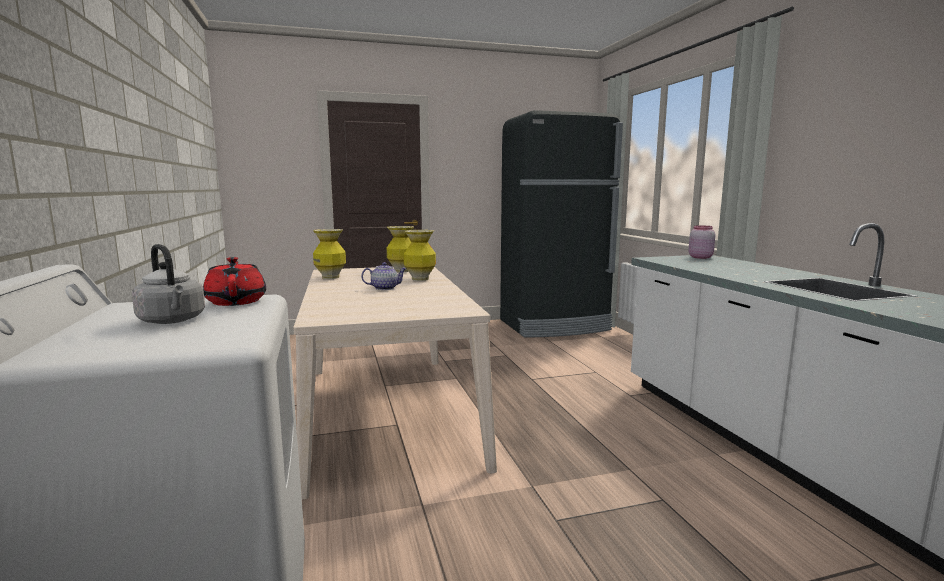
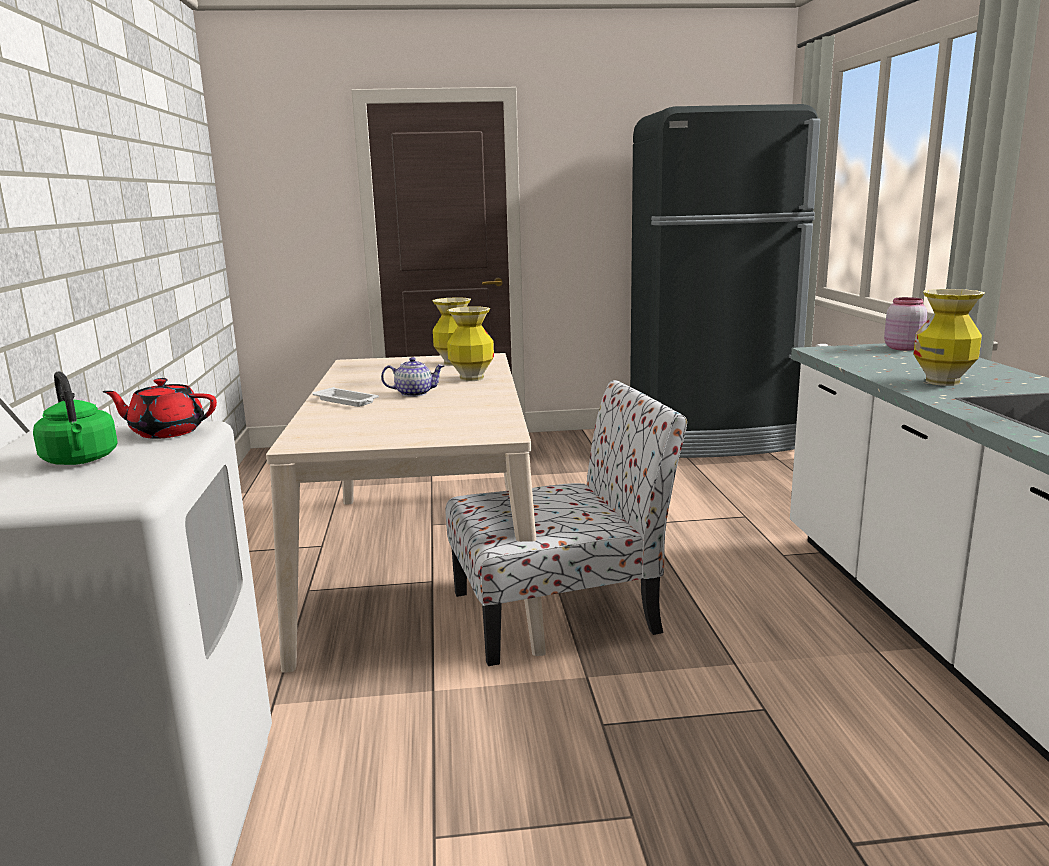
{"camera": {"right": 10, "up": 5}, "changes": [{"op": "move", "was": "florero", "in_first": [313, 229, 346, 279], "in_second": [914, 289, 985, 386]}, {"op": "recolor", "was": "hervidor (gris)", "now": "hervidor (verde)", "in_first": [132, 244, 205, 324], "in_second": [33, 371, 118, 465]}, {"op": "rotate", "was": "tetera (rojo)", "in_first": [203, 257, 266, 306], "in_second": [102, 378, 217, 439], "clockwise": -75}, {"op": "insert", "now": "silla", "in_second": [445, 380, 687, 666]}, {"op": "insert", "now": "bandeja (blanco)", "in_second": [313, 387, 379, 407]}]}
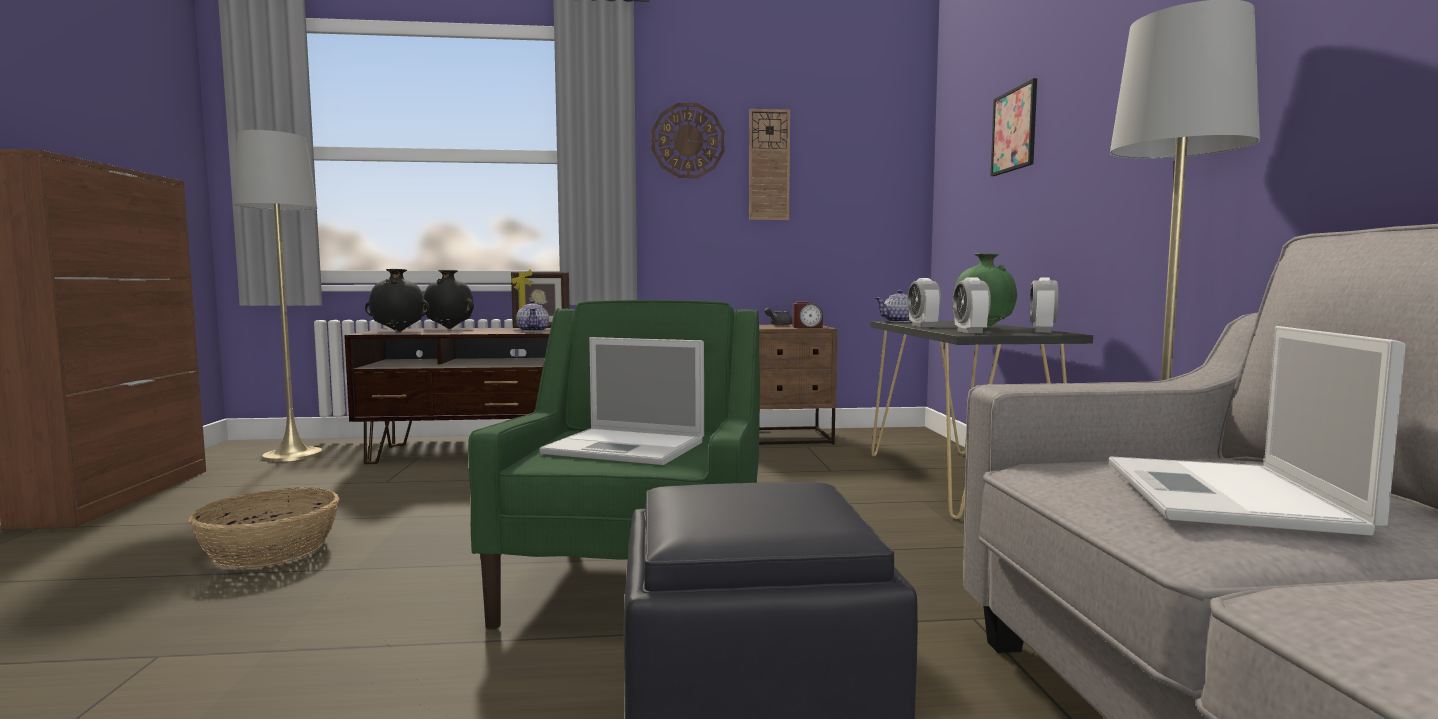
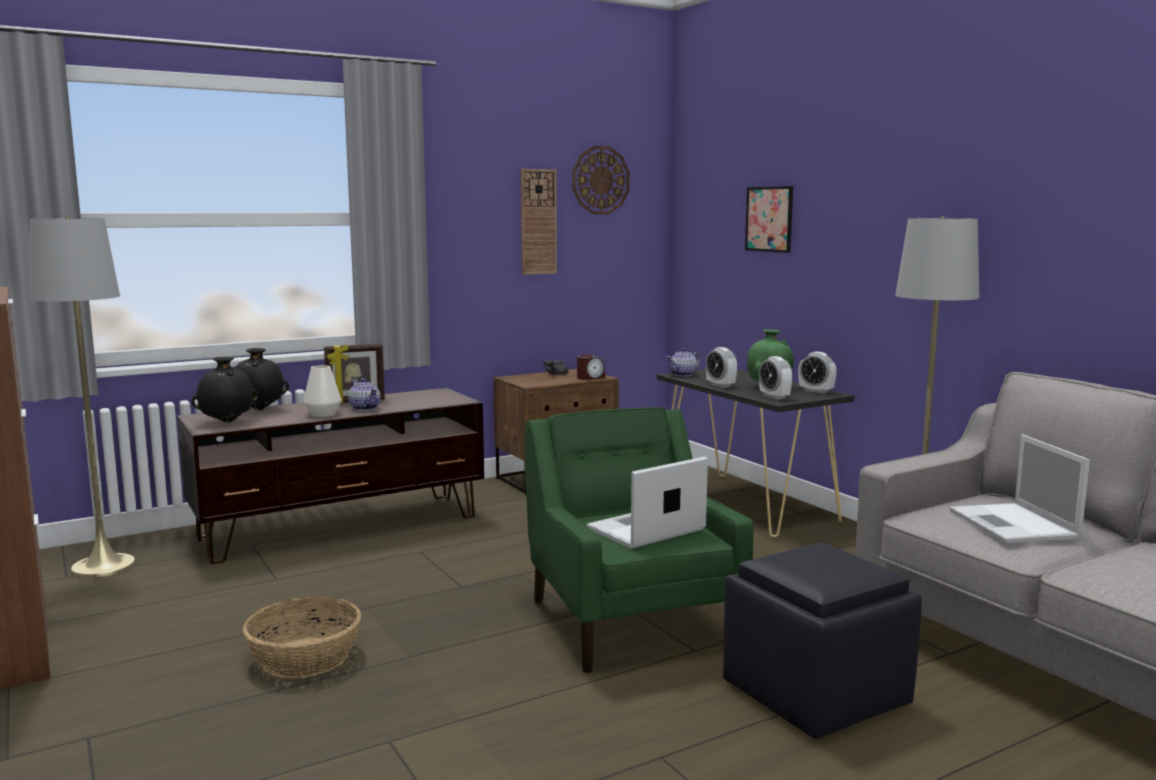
{"camera": {"right": -25, "up": 5}, "changes": [{"op": "move", "was": "reloj de pared", "in_first": [651, 103, 725, 178], "in_second": [572, 146, 630, 215]}, {"op": "rotate", "was": "despertador", "in_first": [1030, 277, 1059, 333], "in_second": [798, 352, 836, 394], "clockwise": -45}, {"op": "rotate", "was": "portátil", "in_first": [539, 337, 704, 465], "in_second": [586, 457, 708, 549], "clockwise": 150}, {"op": "insert", "now": "florero (blanco)", "in_second": [303, 365, 341, 417]}]}
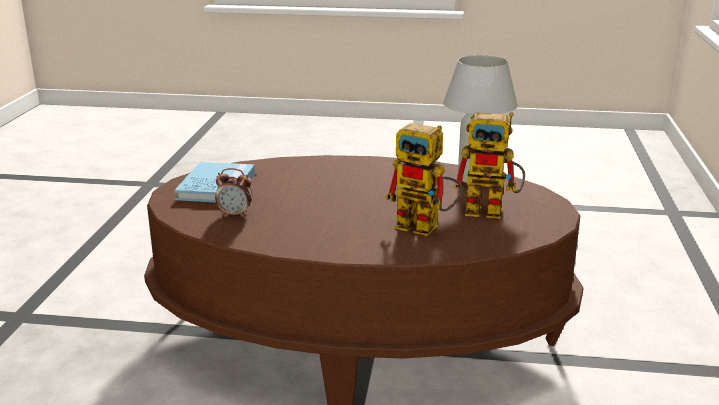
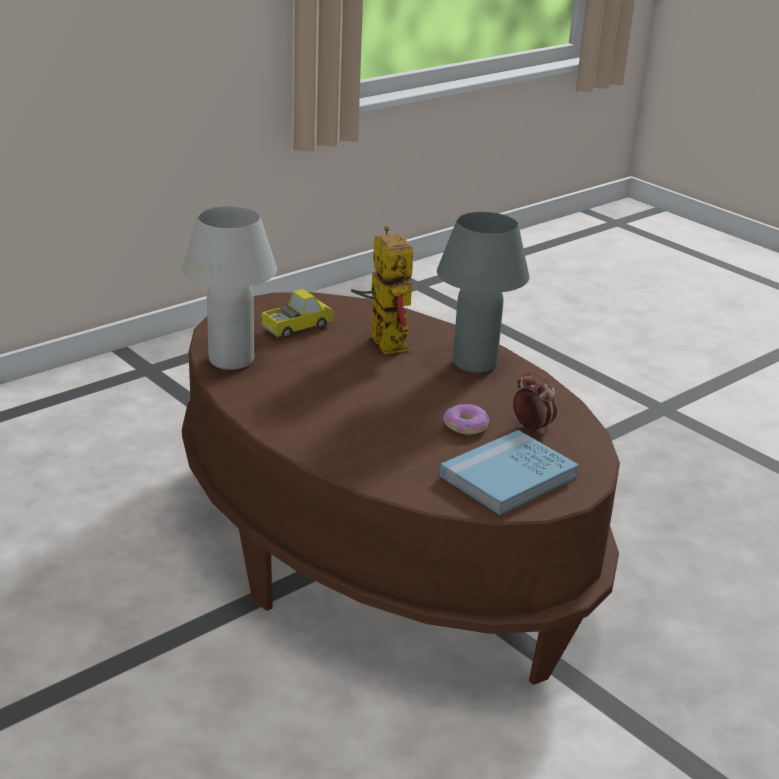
{"camera": {"right": -140, "up": 5}, "changes": [{"op": "replace", "was": "robot de juguete", "now": "camión de juguete", "in_first": [453, 112, 525, 219], "in_second": [261, 289, 334, 339]}, {"op": "insert", "now": "lámpara de mesa (gris)", "in_second": [437, 212, 529, 373]}, {"op": "insert", "now": "rosquilla", "in_second": [443, 404, 489, 435]}]}
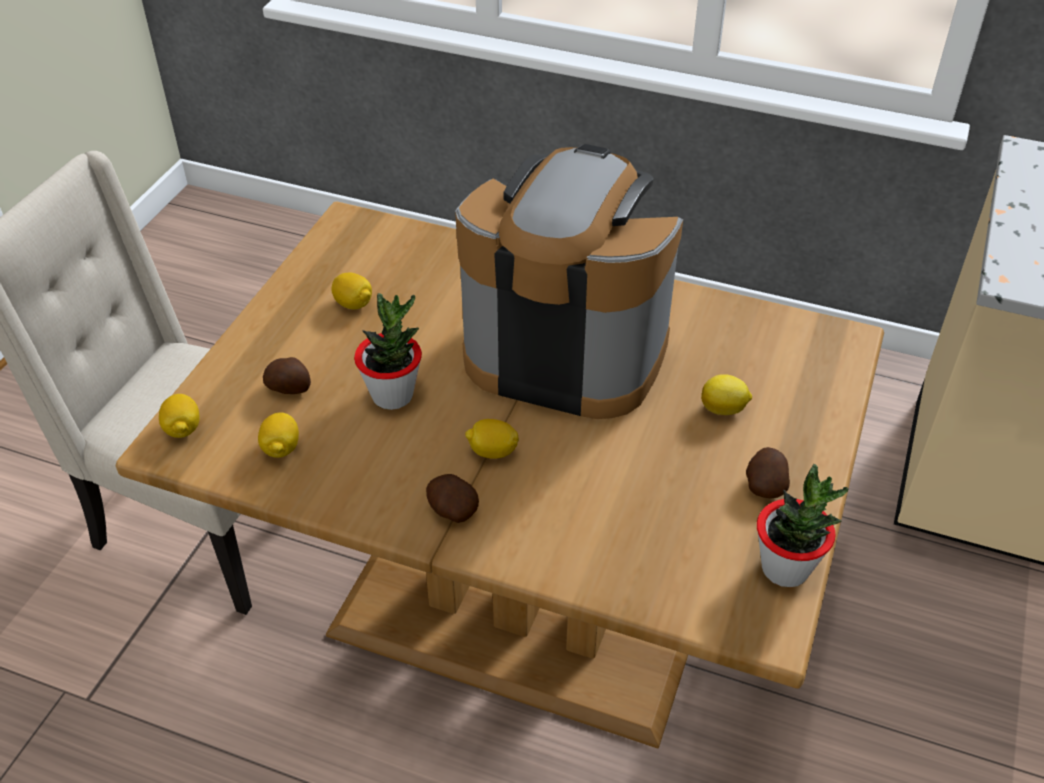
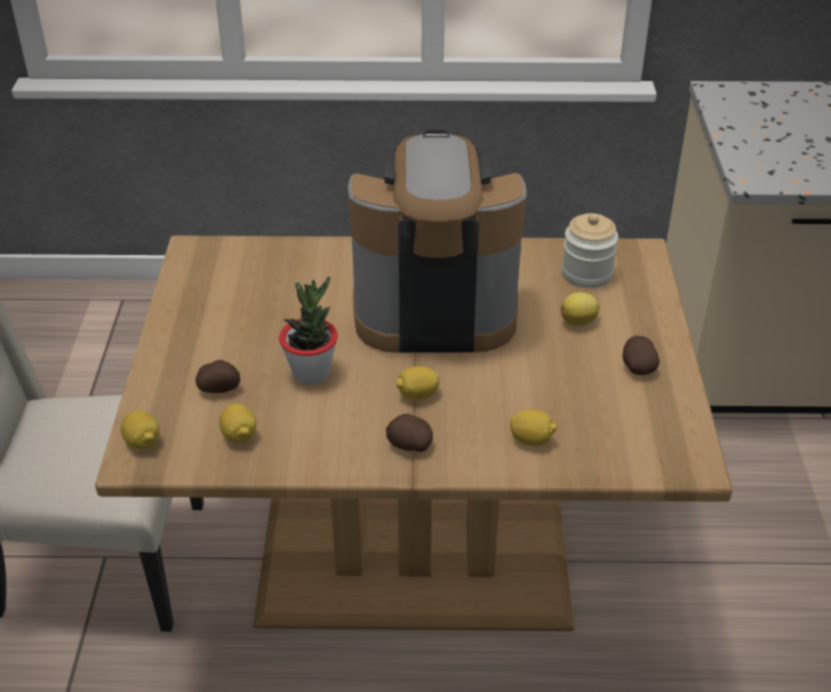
{"camera": {"right": -20, "up": -5}, "changes": [{"op": "move", "was": "limón", "in_first": [331, 272, 372, 309], "in_second": [510, 410, 557, 446]}, {"op": "delete", "was": "planta en maceta", "in_first": [757, 464, 848, 587]}, {"op": "insert", "now": "tarro", "in_second": [562, 213, 618, 288]}]}
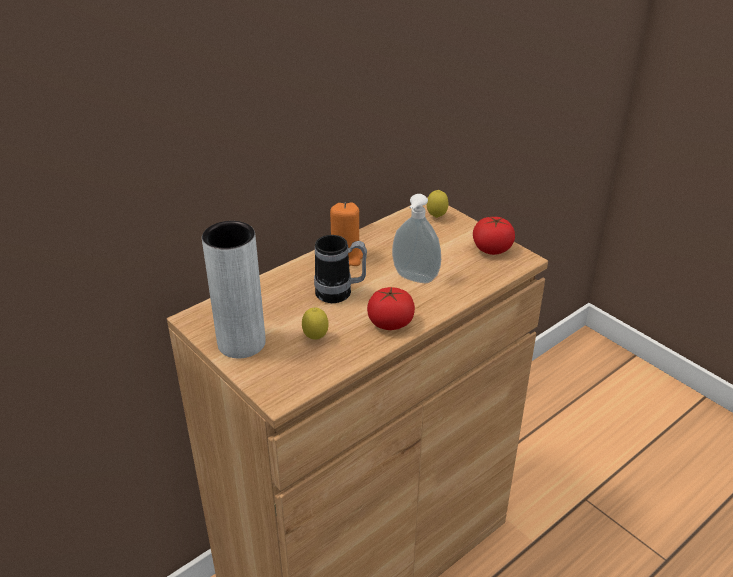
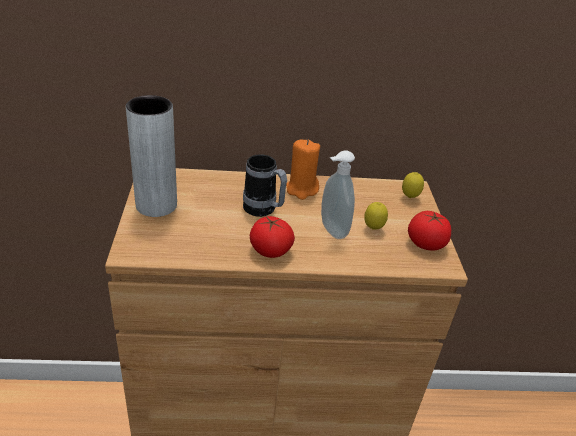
{"camera": {"right": 35, "up": 0}, "changes": [{"op": "move", "was": "limón", "in_first": [302, 308, 329, 340], "in_second": [364, 202, 388, 230]}]}
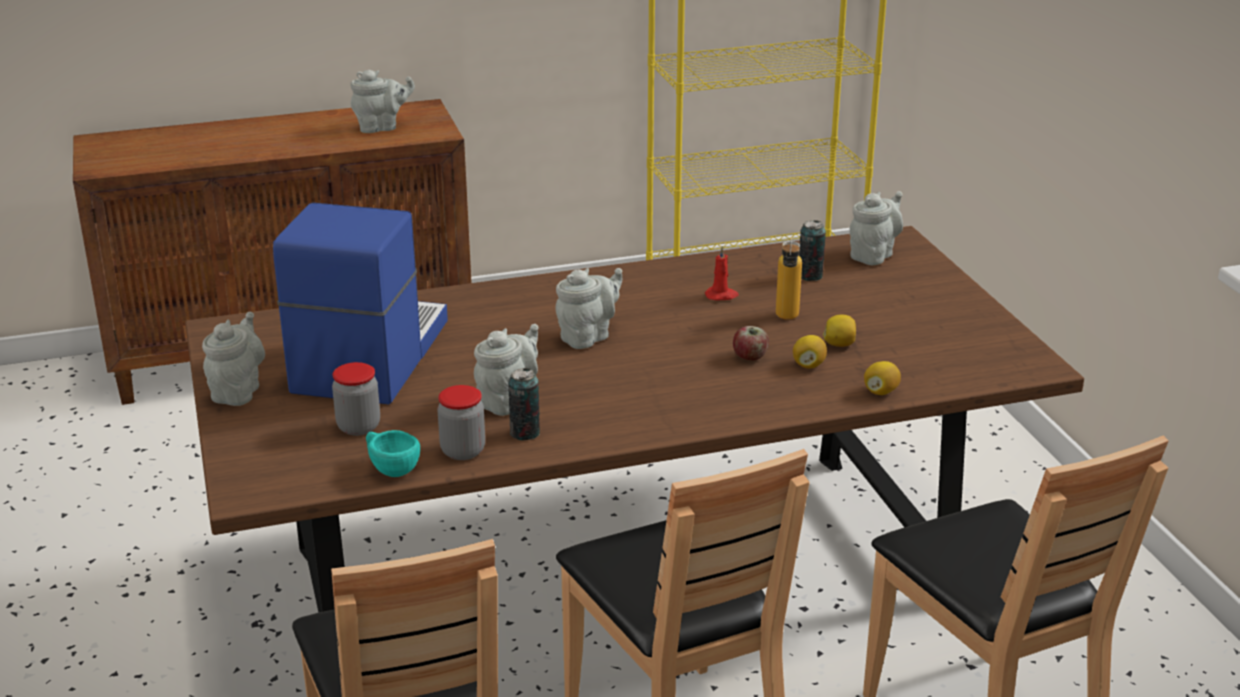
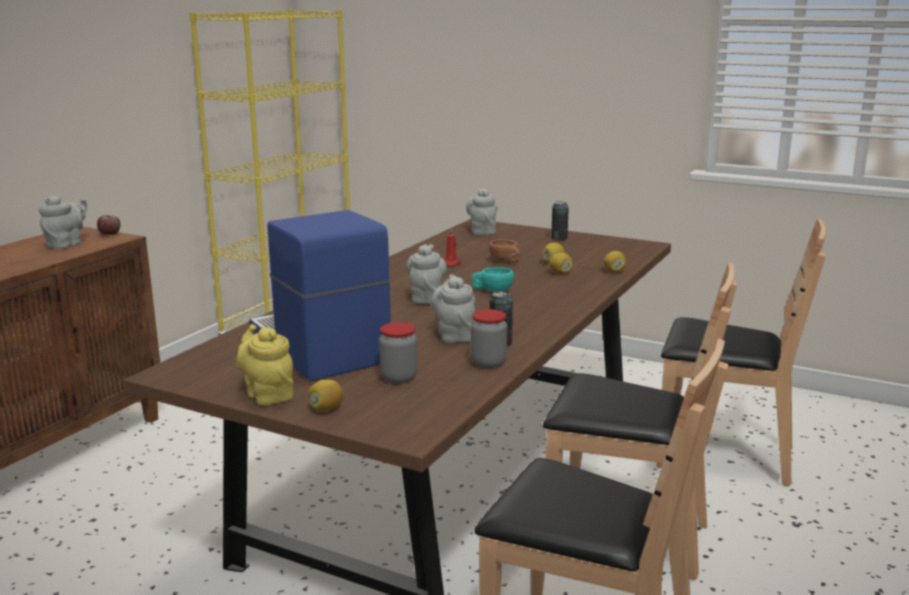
{"camera": {"right": -45, "up": -10}, "changes": [{"op": "move", "was": "lata", "in_first": [799, 220, 826, 281], "in_second": [551, 201, 569, 241]}, {"op": "replace", "was": "botella", "now": "taza (marrón)", "in_first": [776, 237, 802, 320], "in_second": [489, 239, 520, 263]}, {"op": "recolor", "was": "tetera (gris)", "now": "tetera (amarillo)", "in_first": [202, 312, 265, 406], "in_second": [236, 324, 294, 406]}, {"op": "move", "was": "manzana", "in_first": [733, 326, 769, 360], "in_second": [97, 215, 120, 235]}, {"op": "move", "was": "taza (turquesa)", "in_first": [366, 430, 420, 477], "in_second": [472, 267, 514, 292]}, {"op": "insert", "now": "limón", "in_second": [308, 380, 344, 412]}]}
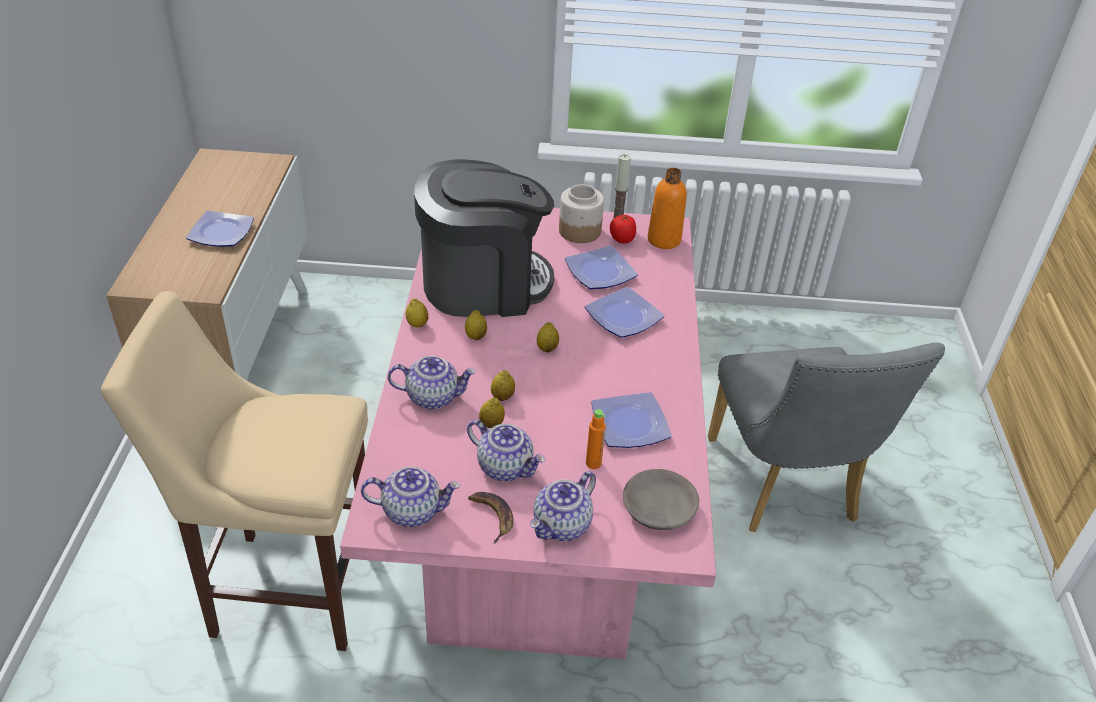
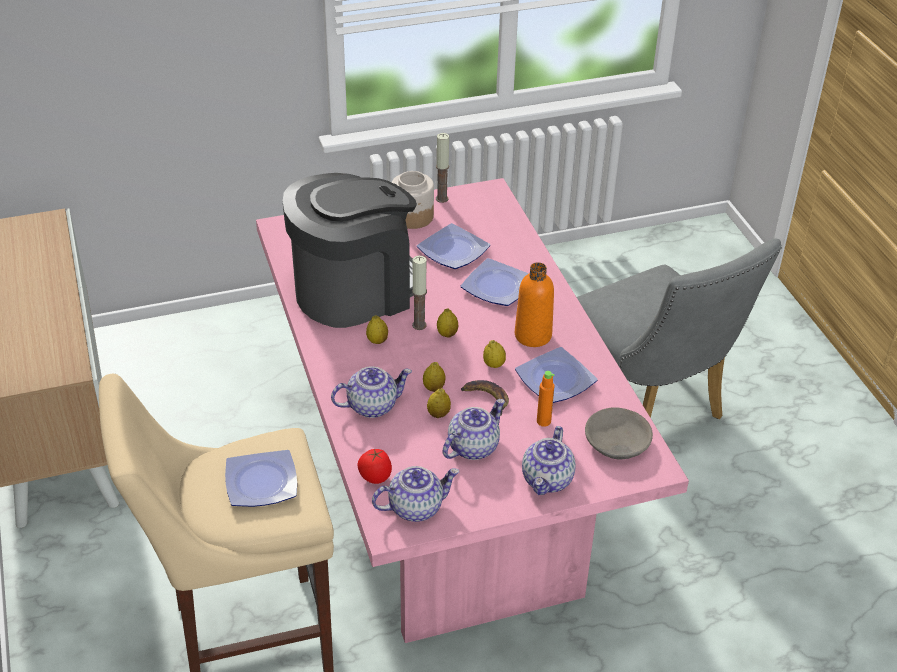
{"camera": {"right": -20, "up": 0}, "changes": [{"op": "move", "was": "botella (naranja)", "in_first": [648, 168, 687, 249], "in_second": [515, 262, 554, 347]}, {"op": "move", "was": "plato", "in_first": [186, 211, 254, 247], "in_second": [225, 450, 297, 507]}, {"op": "move", "was": "tomate", "in_first": [610, 215, 636, 244], "in_second": [357, 449, 392, 484]}, {"op": "move", "was": "limón", "in_first": [406, 299, 428, 327], "in_second": [483, 340, 506, 368]}, {"op": "rotate", "was": "tetera", "in_first": [467, 420, 545, 481], "in_second": [443, 399, 505, 460], "clockwise": -60}, {"op": "move", "was": "plátano", "in_first": [468, 492, 513, 543], "in_second": [461, 380, 509, 416]}, {"op": "insert", "now": "vela", "in_second": [412, 256, 427, 330]}]}
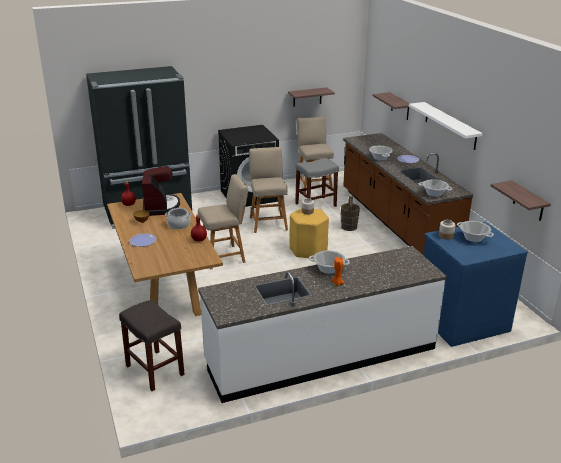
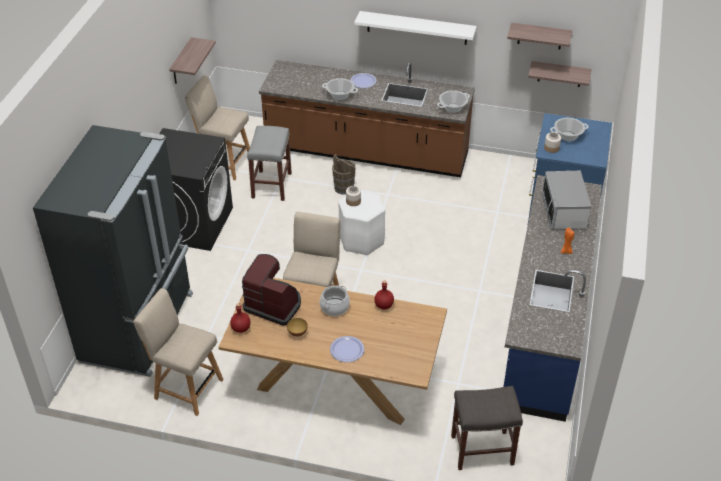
{"camera": {"right": -55, "up": 15}, "changes": [{"op": "move", "was": "estante", "in_first": [373, 92, 410, 120], "in_second": [507, 23, 572, 49]}, {"op": "move", "was": "silla (beis)", "in_first": [249, 147, 288, 233], "in_second": [133, 288, 224, 416]}, {"op": "recolor", "was": "taburete (amarillo)", "now": "taburete (blanco)", "in_first": [290, 208, 329, 259], "in_second": [338, 191, 385, 255]}, {"op": "recolor", "was": "mueble bajo de cocina (blanco)", "now": "mueble bajo de cocina (azul)", "in_first": [198, 246, 447, 403], "in_second": [504, 175, 602, 422]}, {"op": "delete", "was": "olla", "in_first": [309, 250, 350, 274]}, {"op": "insert", "now": "microondas", "in_second": [542, 171, 591, 229]}]}
